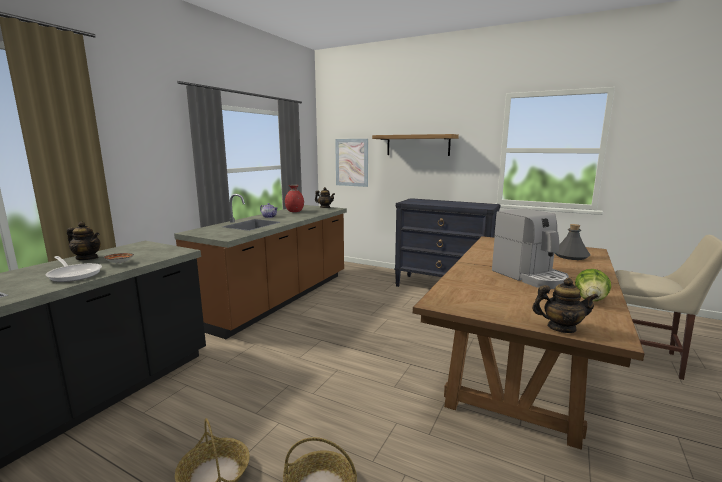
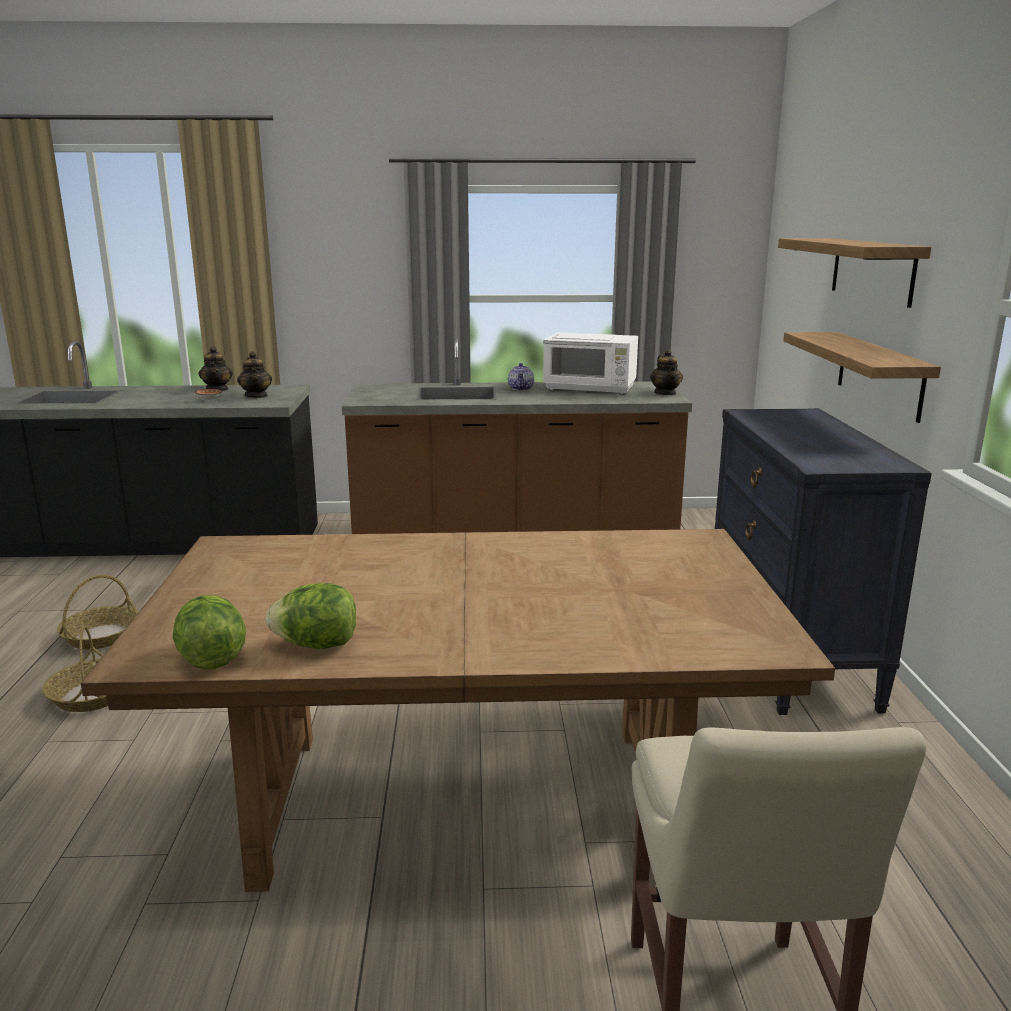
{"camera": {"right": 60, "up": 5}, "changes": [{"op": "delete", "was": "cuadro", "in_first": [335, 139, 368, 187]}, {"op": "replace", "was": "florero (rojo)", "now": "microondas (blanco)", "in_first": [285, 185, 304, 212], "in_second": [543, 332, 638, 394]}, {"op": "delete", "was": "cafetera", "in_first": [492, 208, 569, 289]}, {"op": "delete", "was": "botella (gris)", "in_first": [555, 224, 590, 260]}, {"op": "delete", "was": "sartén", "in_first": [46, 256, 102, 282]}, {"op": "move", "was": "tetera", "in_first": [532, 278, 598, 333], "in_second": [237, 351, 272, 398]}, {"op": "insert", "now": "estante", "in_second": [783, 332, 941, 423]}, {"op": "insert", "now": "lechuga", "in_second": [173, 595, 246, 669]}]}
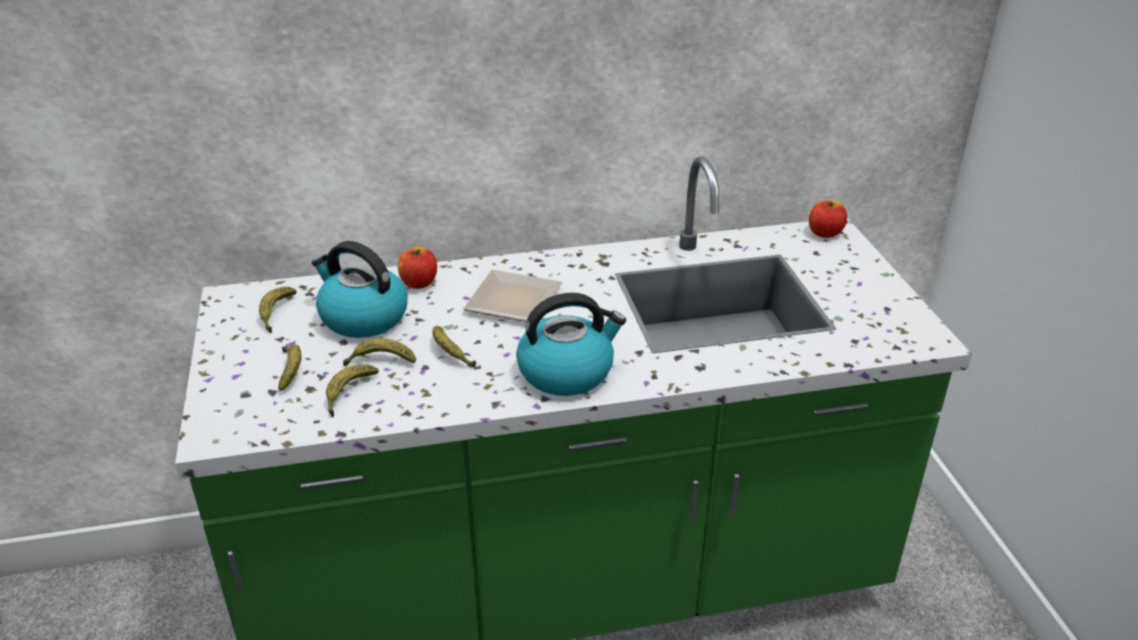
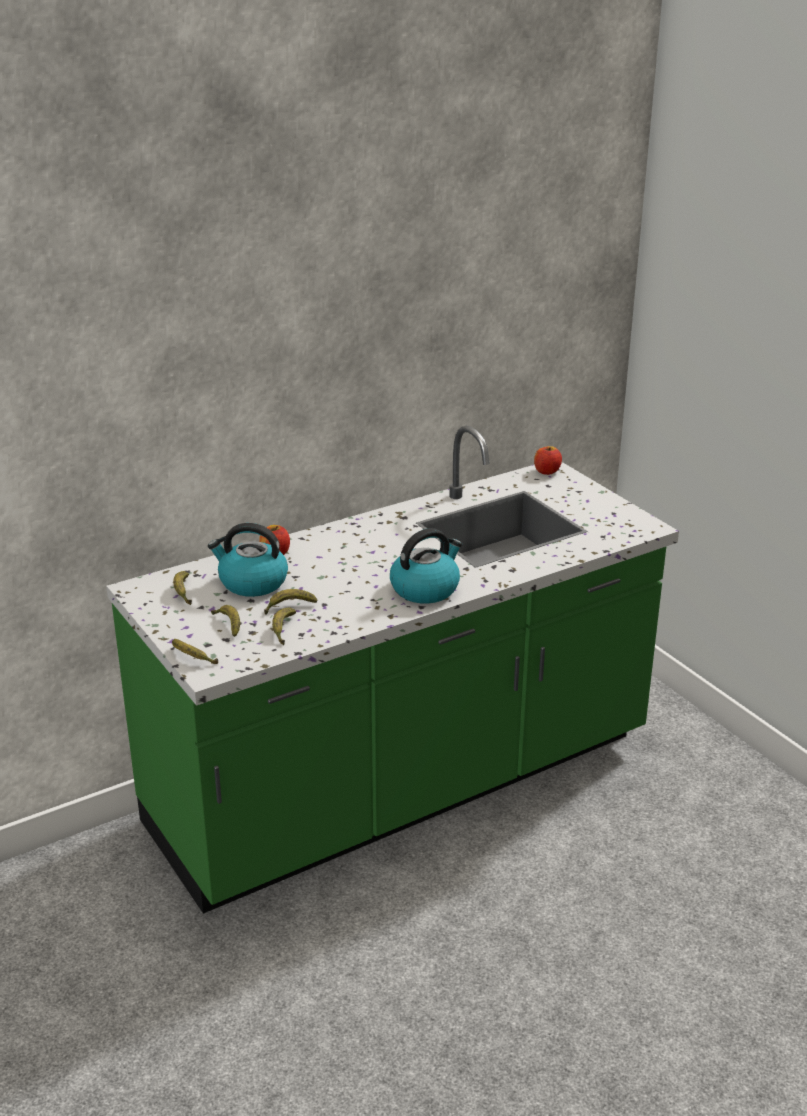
{"camera": {"right": -20, "up": -5}, "changes": [{"op": "delete", "was": "plato", "in_first": [463, 270, 562, 322]}, {"op": "move", "was": "plátano", "in_first": [433, 326, 476, 367], "in_second": [172, 639, 218, 664]}]}
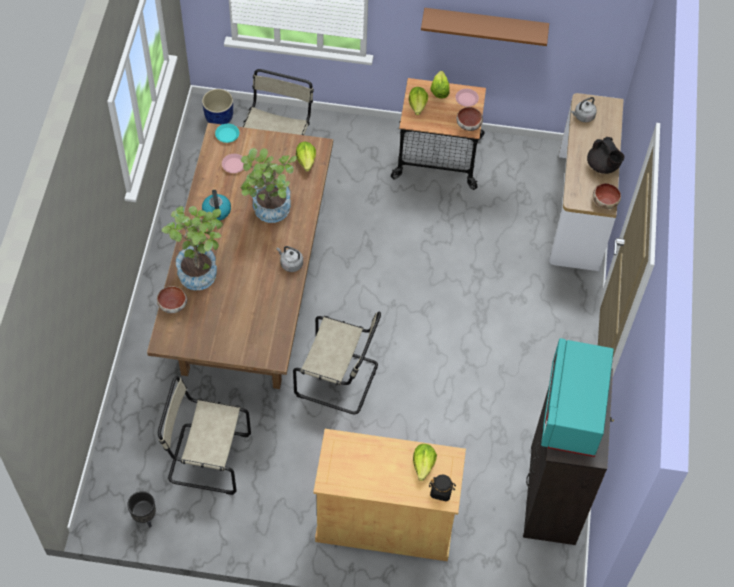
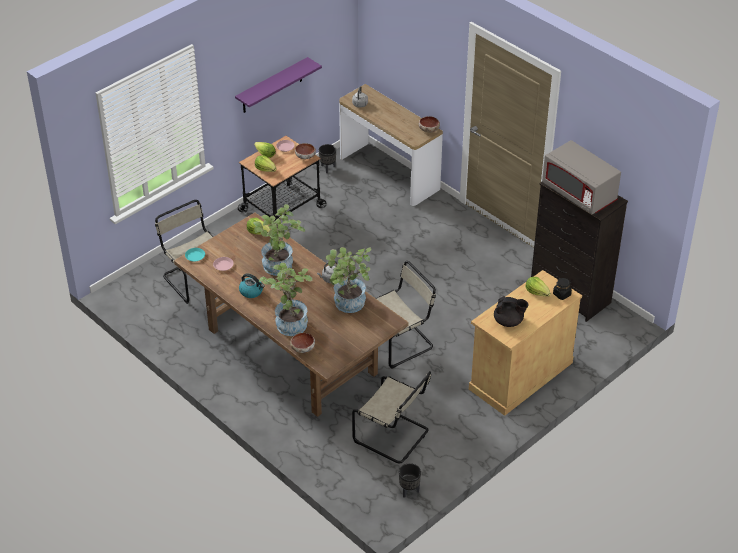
{"camera": {"right": -50, "up": -15}, "changes": [{"op": "recolor", "was": "estante (marrón)", "now": "estante (morado)", "in_first": [421, 8, 549, 46], "in_second": [235, 57, 322, 113]}, {"op": "delete", "was": "maceta (azul)", "in_first": [202, 89, 233, 124]}, {"op": "move", "was": "tetera (negro)", "in_first": [587, 137, 624, 174], "in_second": [494, 296, 528, 327]}, {"op": "recolor", "was": "microondas (turquesa)", "now": "microondas (gris)", "in_first": [541, 338, 614, 457], "in_second": [542, 140, 621, 214]}, {"op": "rotate", "was": "silla (beis)", "in_first": [158, 376, 251, 495], "in_second": [352, 371, 431, 463], "clockwise": -105}, {"op": "insert", "now": "maceta (negro)", "in_second": [319, 144, 336, 173]}, {"op": "insert", "now": "planta en maceta", "in_second": [325, 247, 371, 313]}]}
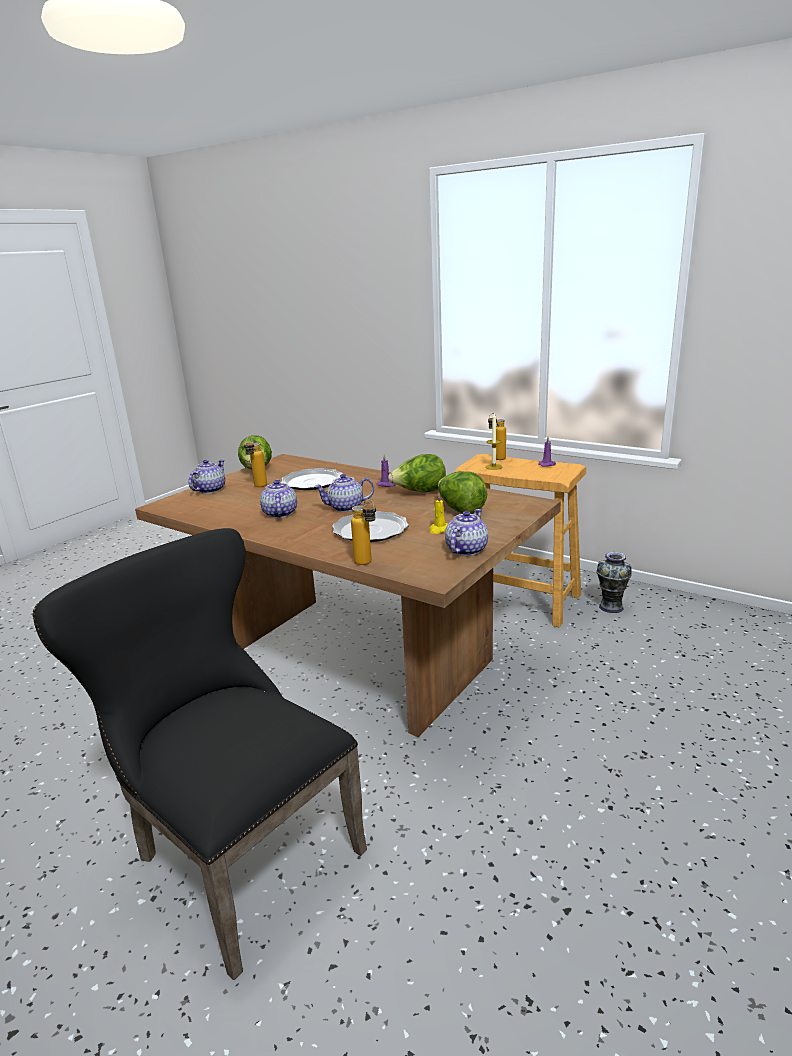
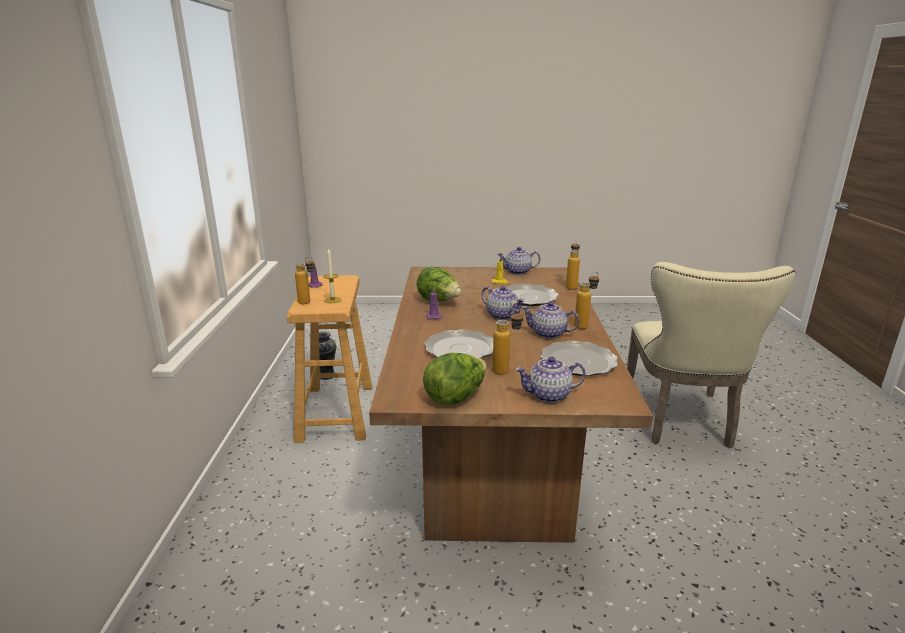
{"camera": {"right": -125, "up": 0}, "changes": [{"op": "delete", "was": "lechuga", "in_first": [438, 471, 487, 514]}, {"op": "rotate", "was": "tetera", "in_first": [260, 480, 297, 518], "in_second": [521, 302, 580, 339], "clockwise": 60}, {"op": "recolor", "was": "silla (negro)", "now": "silla (beis)", "in_first": [32, 528, 367, 980], "in_second": [627, 262, 796, 448]}, {"op": "insert", "now": "botella", "in_second": [574, 272, 599, 329]}, {"op": "insert", "now": "plato", "in_second": [541, 341, 618, 376]}]}
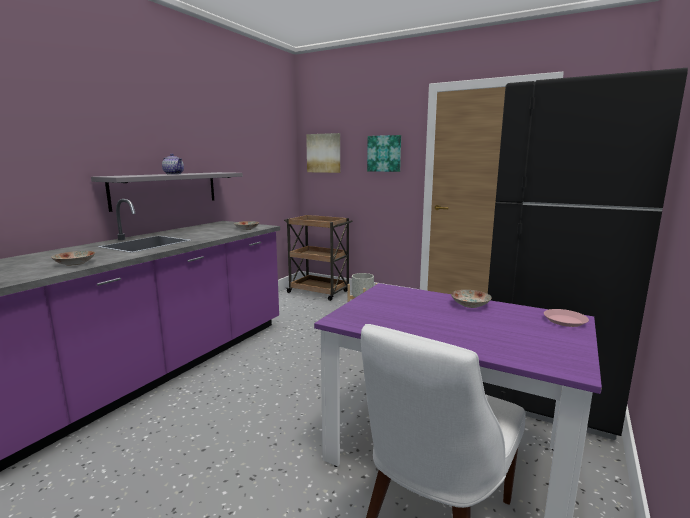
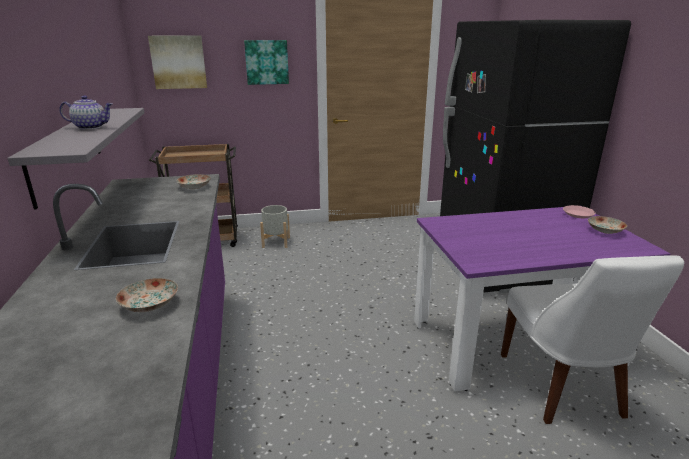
{"camera": {"right": -40, "up": 10}, "changes": [{"op": "move", "was": "plato", "in_first": [451, 290, 492, 308], "in_second": [588, 216, 627, 234]}]}
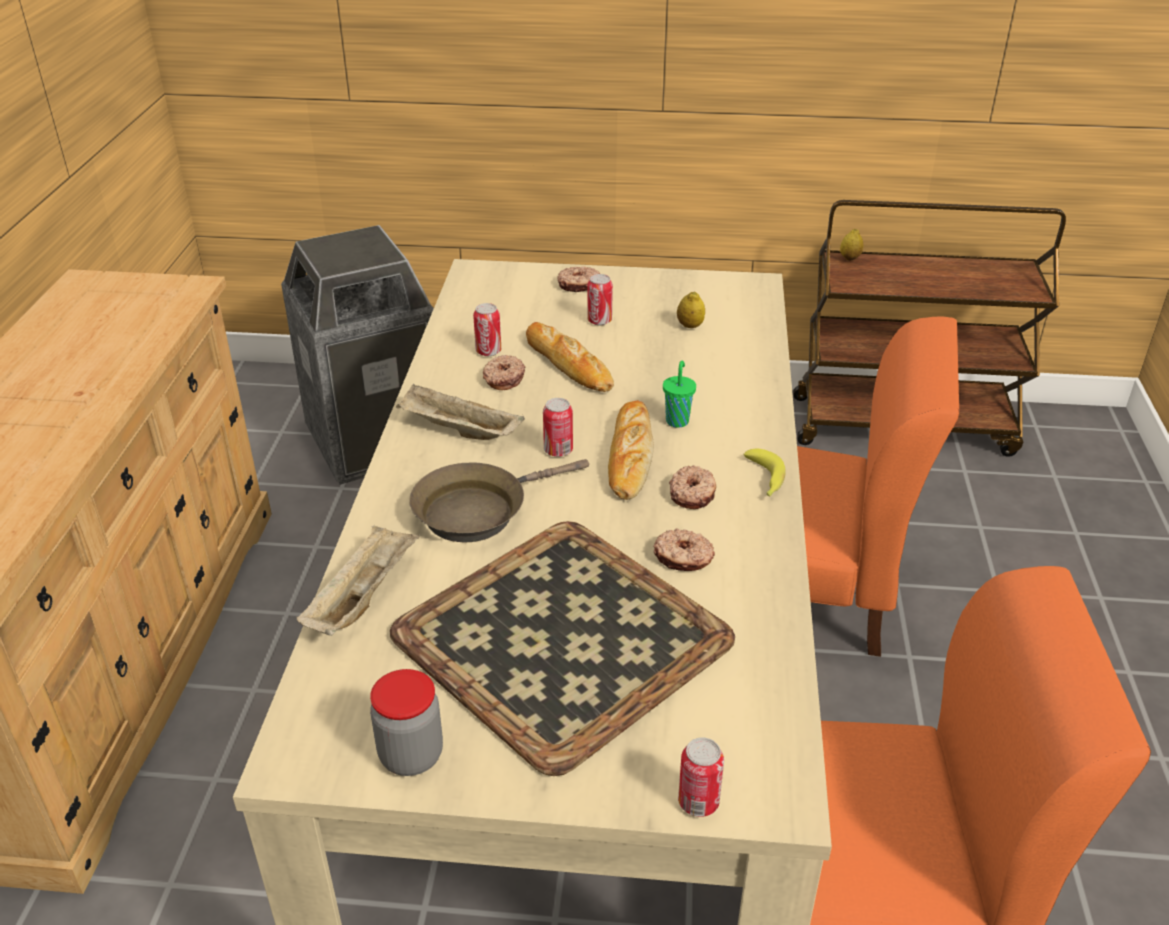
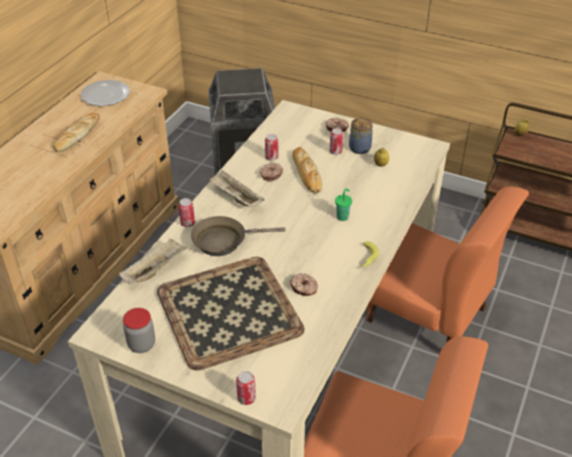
{"camera": {"right": 20, "up": 5}, "changes": [{"op": "move", "was": "lata", "in_first": [543, 398, 573, 457], "in_second": [178, 198, 195, 227]}, {"op": "move", "was": "pan", "in_first": [608, 400, 654, 500], "in_second": [53, 113, 100, 152]}, {"op": "delete", "was": "rosquilla", "in_first": [669, 465, 716, 509]}, {"op": "insert", "now": "plato", "in_second": [81, 80, 130, 106]}, {"op": "insert", "now": "tarro", "in_second": [349, 118, 373, 154]}]}
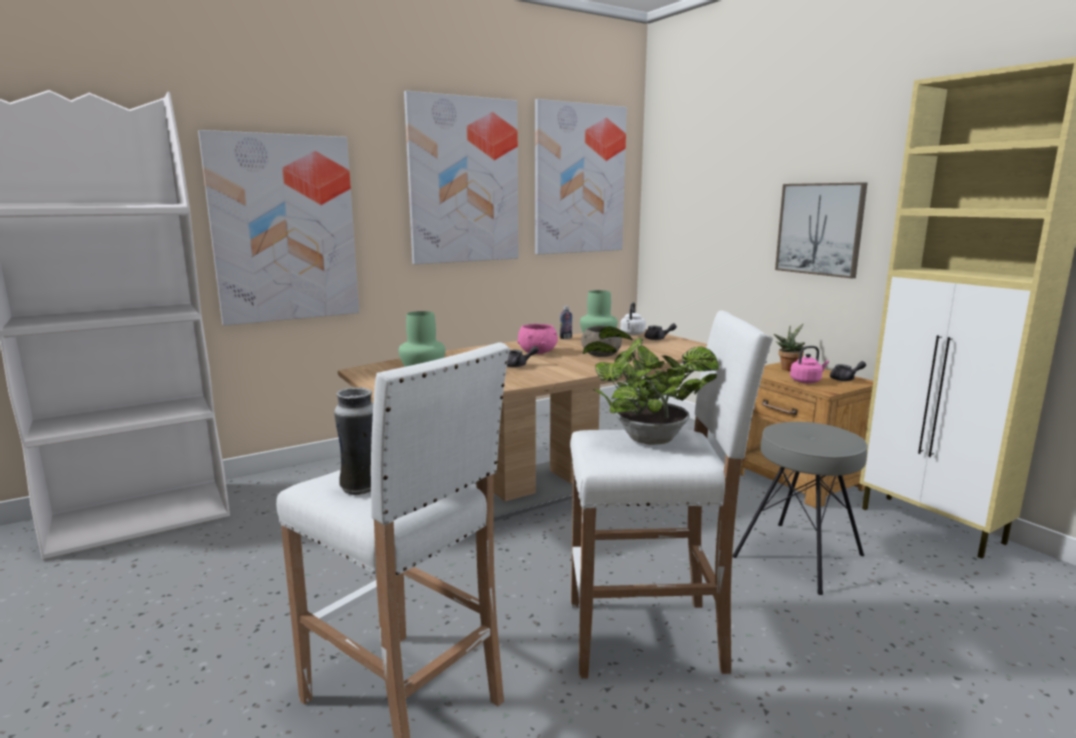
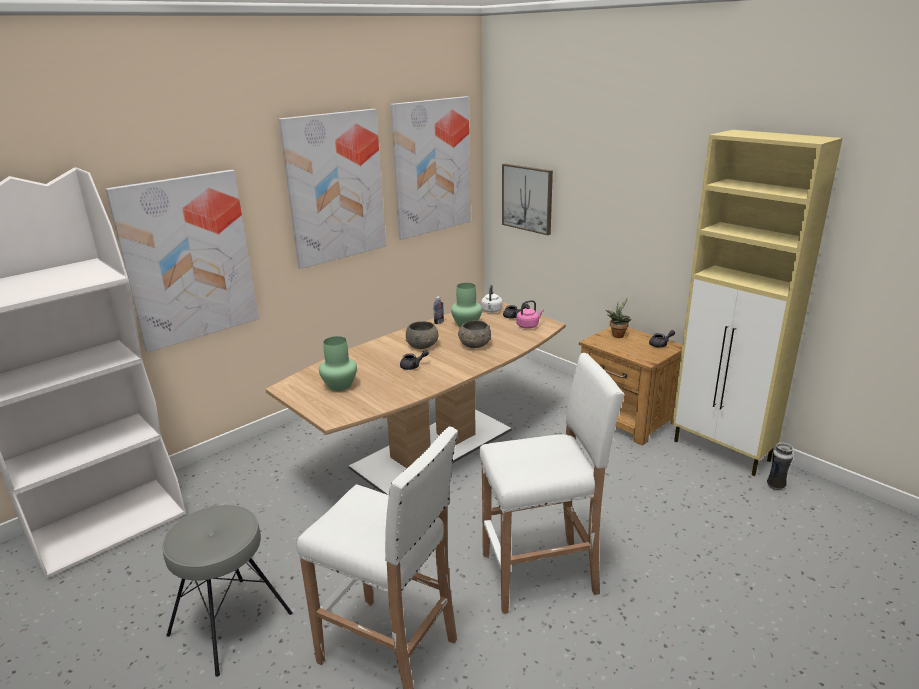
{"camera": {"right": -10, "up": 10}, "changes": [{"op": "move", "was": "cuadro", "in_first": [775, 182, 867, 279], "in_second": [502, 164, 553, 235]}, {"op": "recolor", "was": "cuenco (rosa)", "now": "cuenco (gris)", "in_first": [517, 324, 558, 354], "in_second": [406, 321, 438, 349]}, {"op": "delete", "was": "planta en maceta", "in_first": [583, 326, 719, 445]}, {"op": "move", "was": "hervidor (rosa)", "in_first": [790, 346, 829, 383], "in_second": [516, 300, 544, 329]}, {"op": "move", "was": "florero", "in_first": [334, 387, 373, 495], "in_second": [767, 442, 793, 490]}, {"op": "move", "was": "taburete (gris)", "in_first": [732, 422, 868, 595], "in_second": [162, 505, 293, 677]}]}
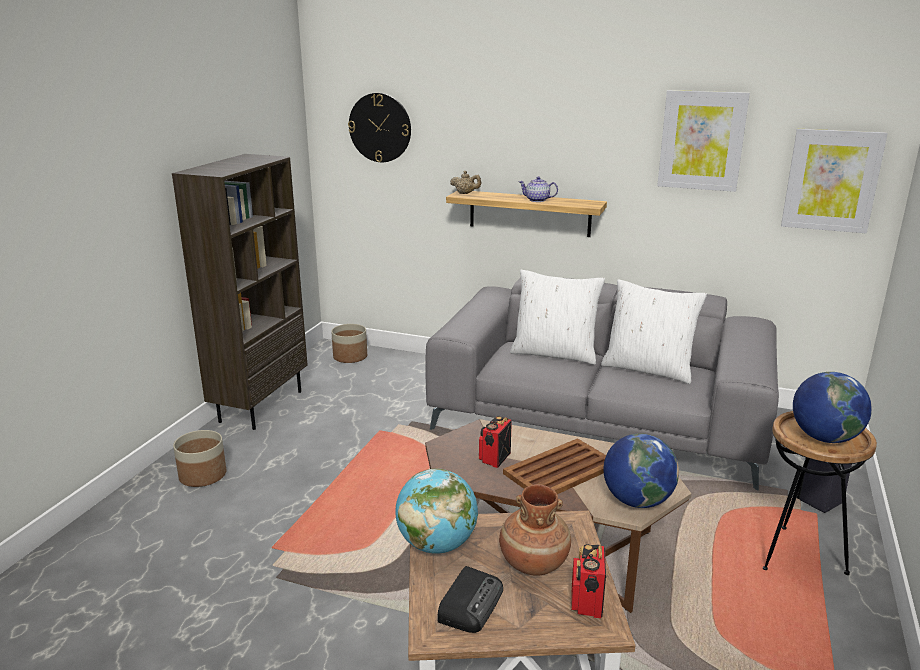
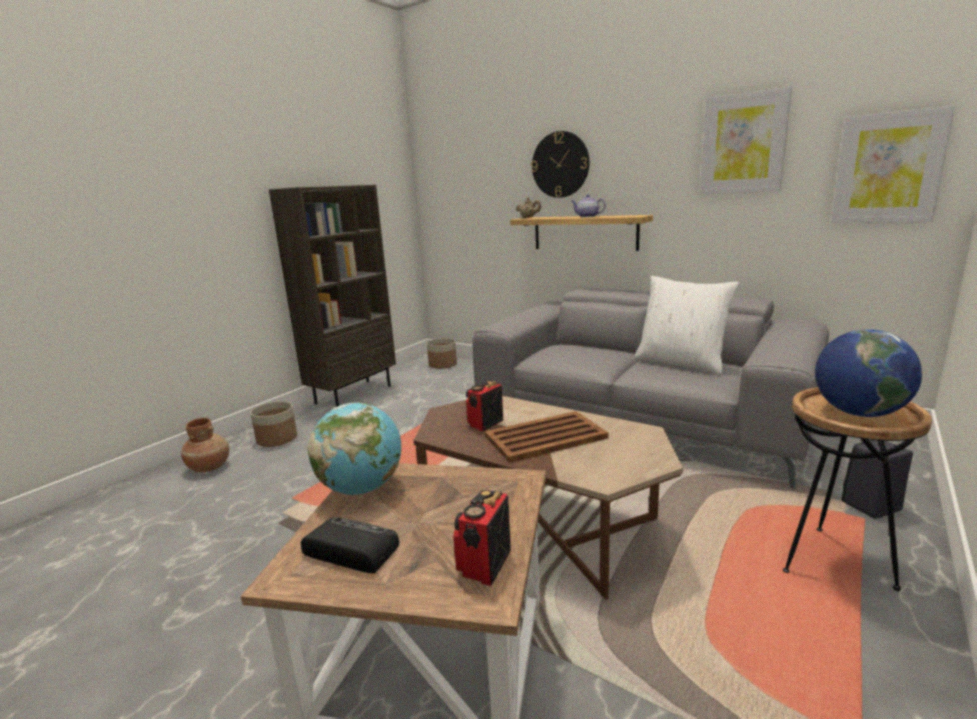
{"camera": {"right": 15, "up": -5}, "changes": [{"op": "move", "was": "reloj de pared", "in_first": [348, 93, 411, 162], "in_second": [531, 131, 589, 198]}, {"op": "delete", "was": "cojín (blanco)", "in_first": [510, 270, 605, 365]}, {"op": "delete", "was": "globo terráqueo", "in_first": [603, 433, 679, 508]}, {"op": "move", "was": "florero (marrón)", "in_first": [499, 484, 571, 576], "in_second": [181, 418, 229, 472]}, {"op": "rotate", "was": "radio", "in_first": [437, 566, 503, 633], "in_second": [301, 517, 399, 573], "clockwise": -105}]}
